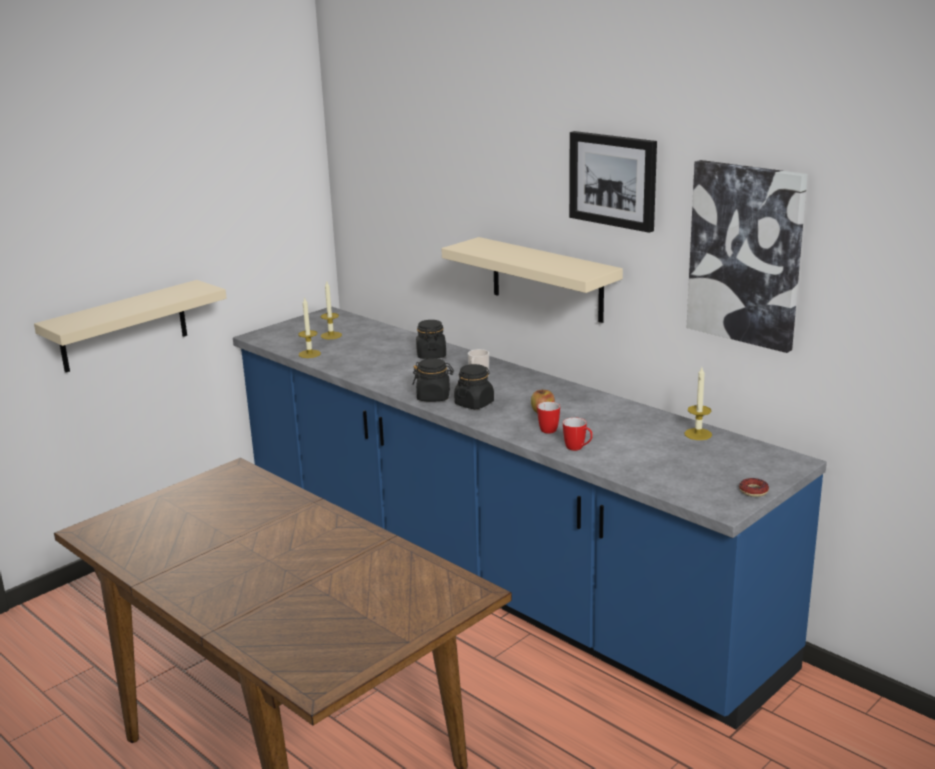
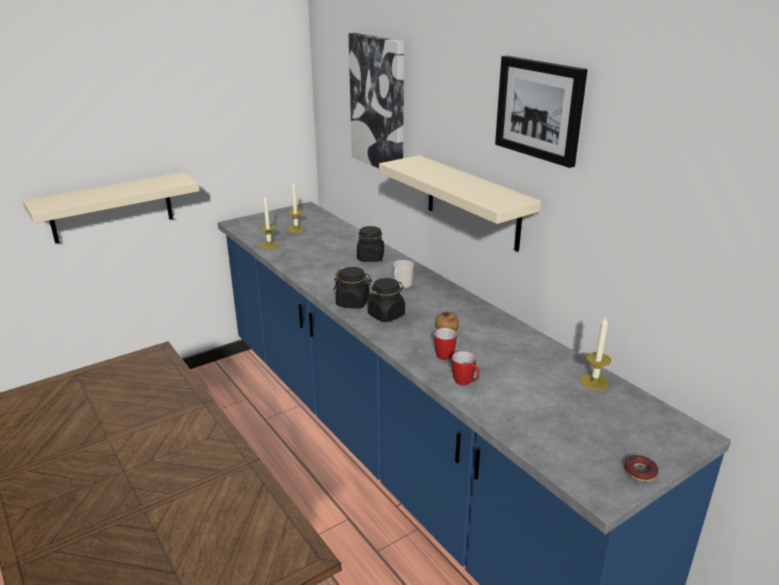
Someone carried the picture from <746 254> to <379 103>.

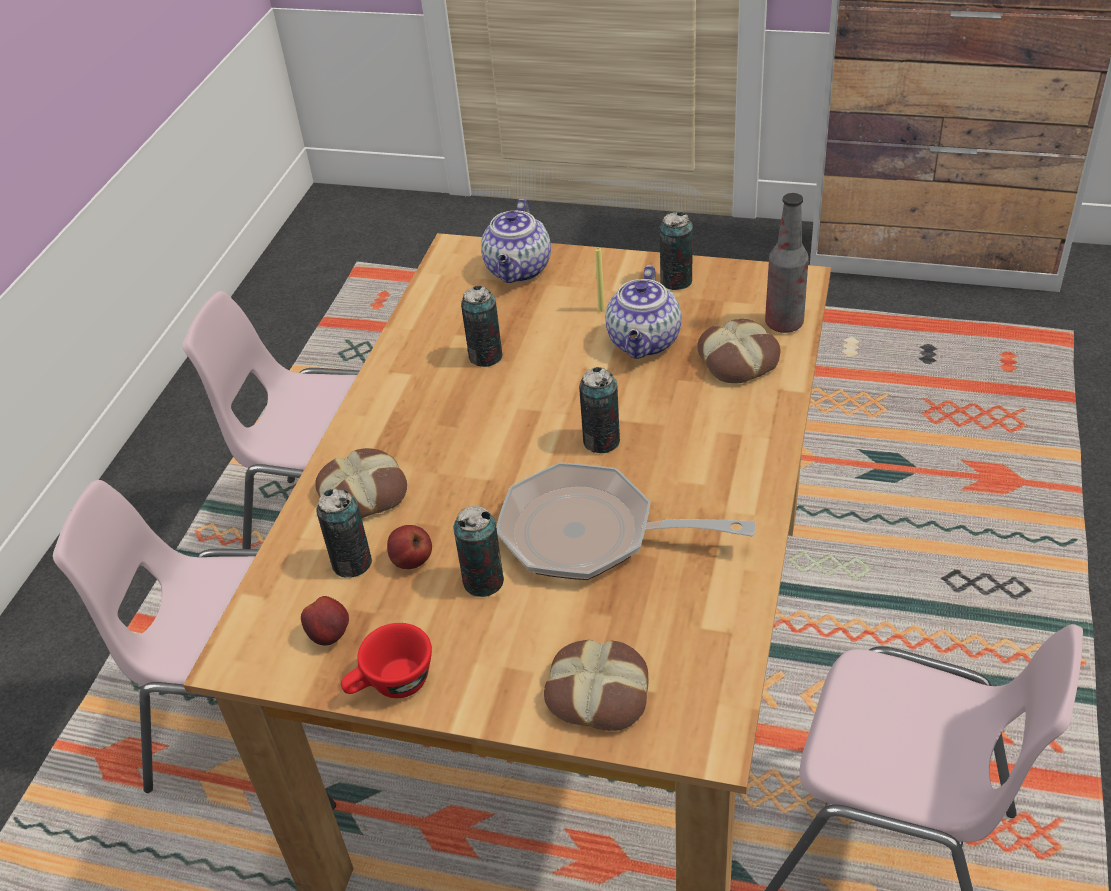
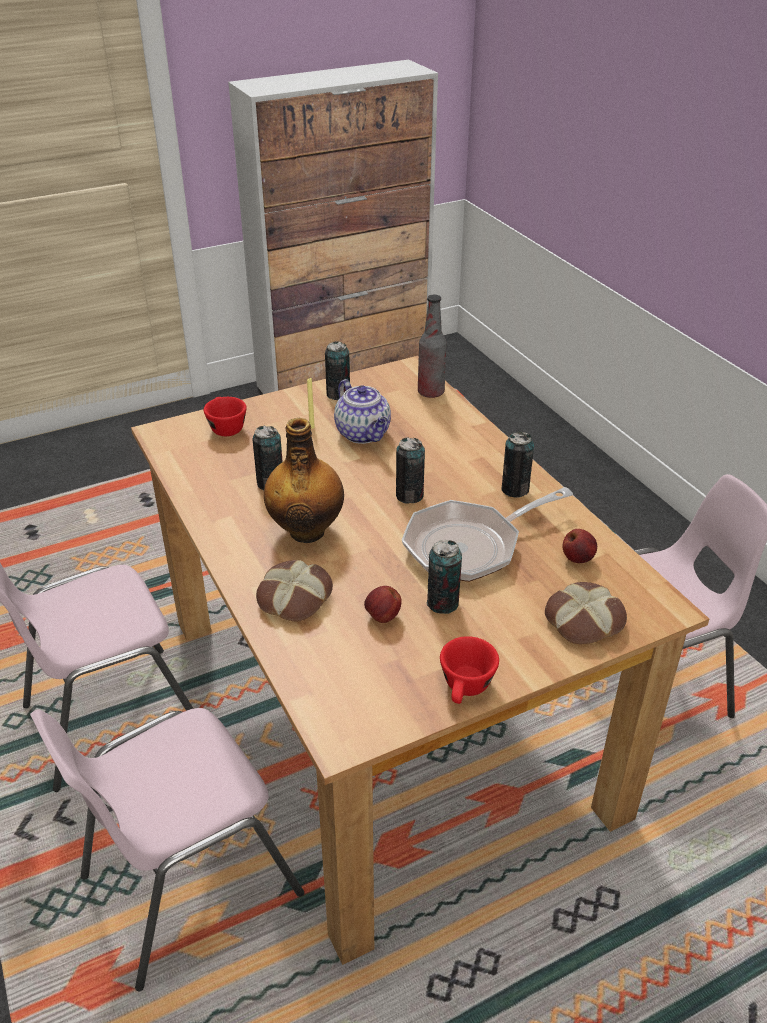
Someone swapped the teapot at <518 271> for the cup (red) at <225 427>.
Someone took away the bread at <739 359>.
Someone carried the can from <352 563> to <515 489>.
Someone carried the apple from <330 635> to <577 558>.
Someone put down the bottle at <307 530>.

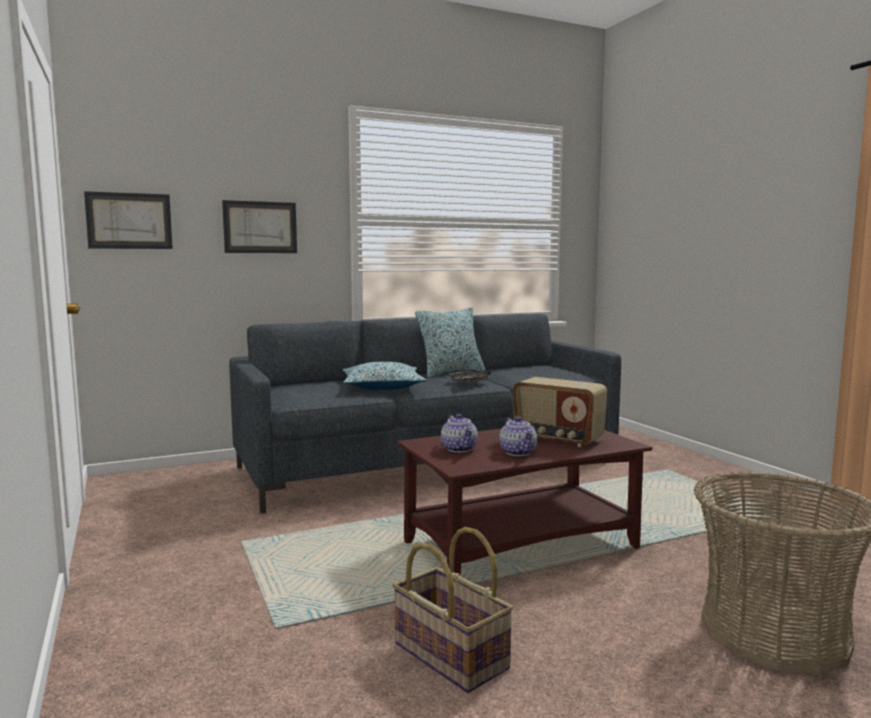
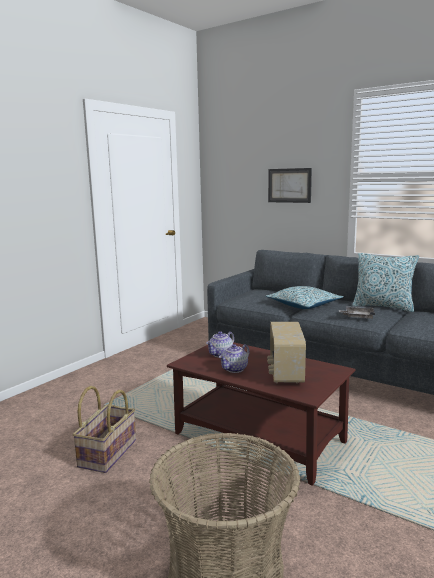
Someone took away the picture at <129 221>.

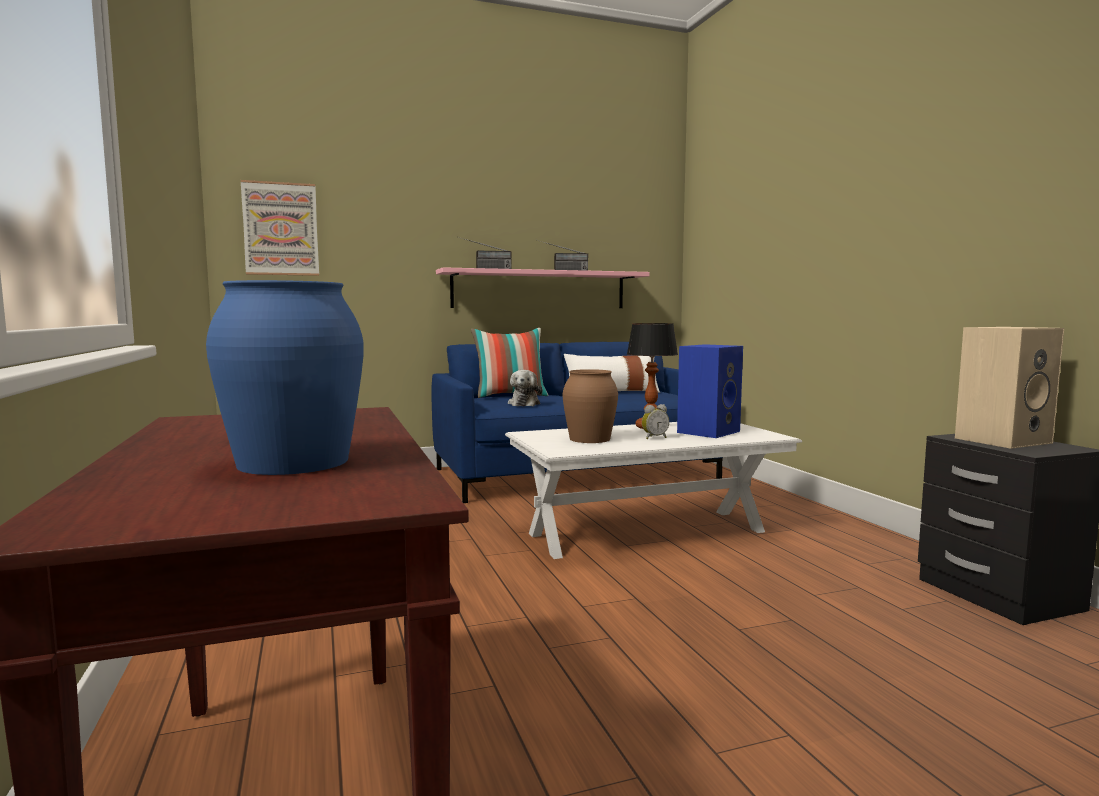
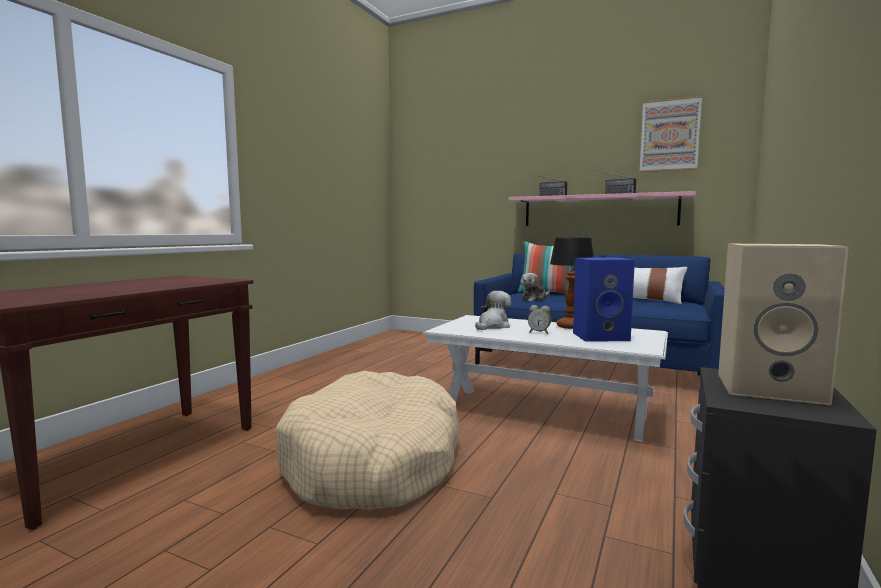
Someone carried the picture from <281 229> to <669 135>.
Someone took away the vase (blue) at <293 462>.
Someone swapped the vase (brown) at <589 439> for the plush toy at <492 326>.
Someone put down the dog bed (beige) at <374 461>.

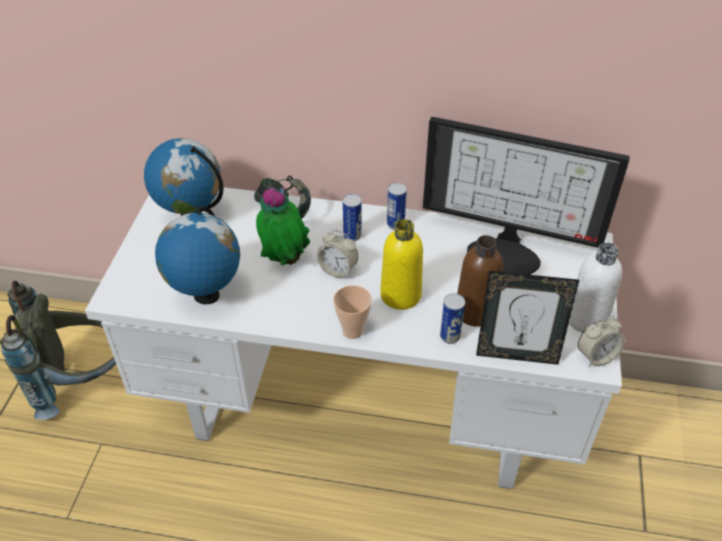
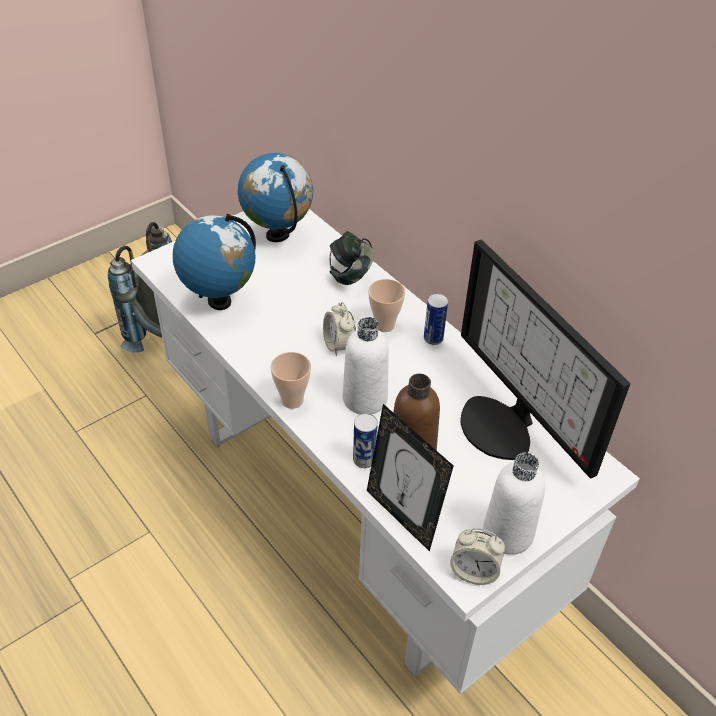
Someone took away the potted plant at <284 260>.
Someone swapped the can at <352 235> for the cup at <384 325>.
Someone repainted the bottle (yellow) at <400 295>, which became the bottle (white) at <365 399>.

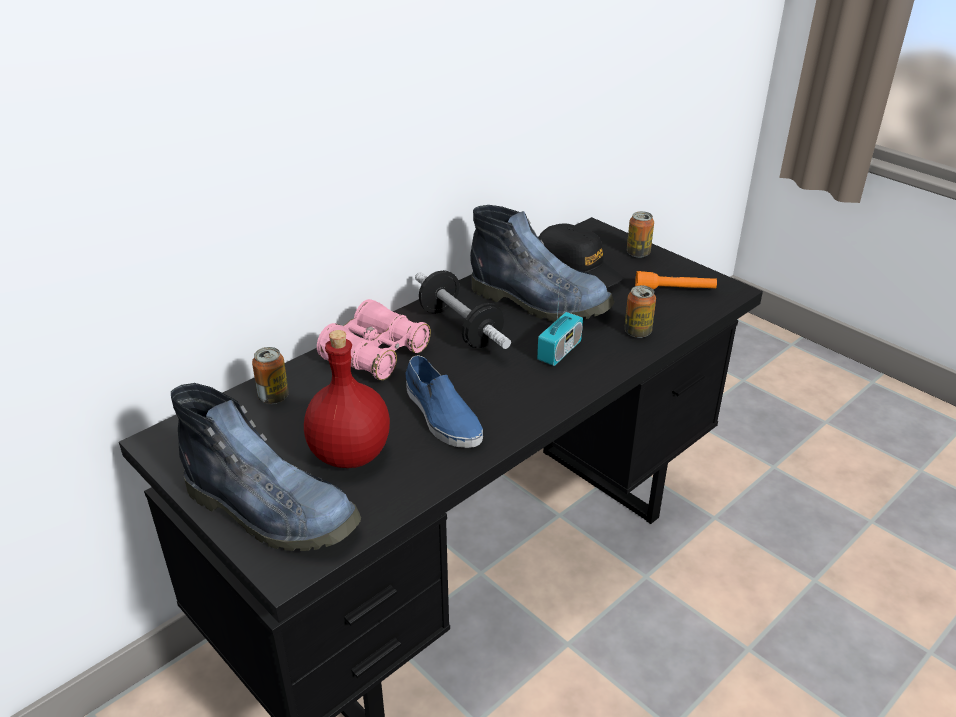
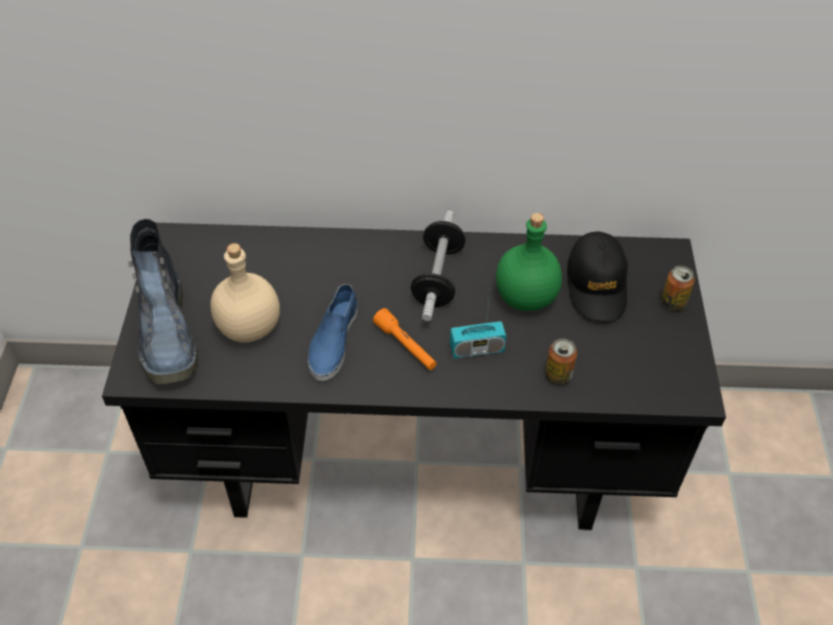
Someone swapped the boot at <542 302> for the bottle (green) at <526 296>.
Someone carried the flashlight (orange) from <674 290> to <405 346>.
Someone took away the binoculars (pink) at <375 354>.
Someone repainted the bottle (red) at <351 453>, which became the bottle (beige) at <250 327>.
Someone took away the can at <273 397>.

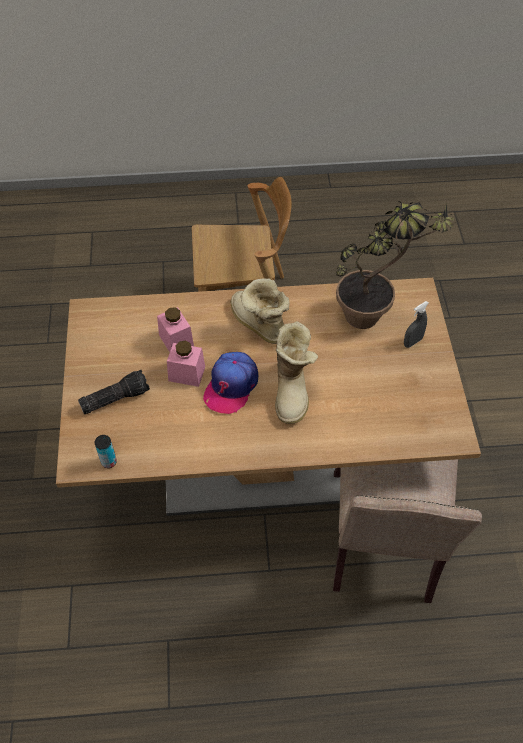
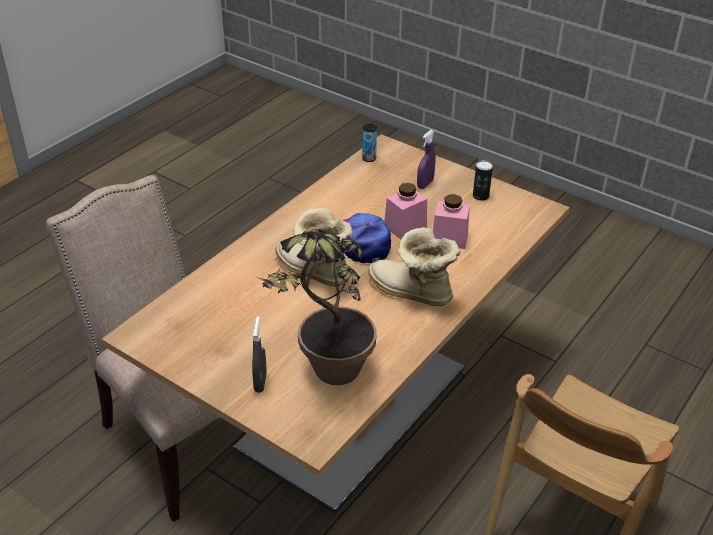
Someone rotated the boot at <258 325> by 150 degrees counterclockwise.
Someone swapped the flashlight at <115 397> for the spray bottle (purple) at <425 184>.
Someone put down the can at <480 196>.

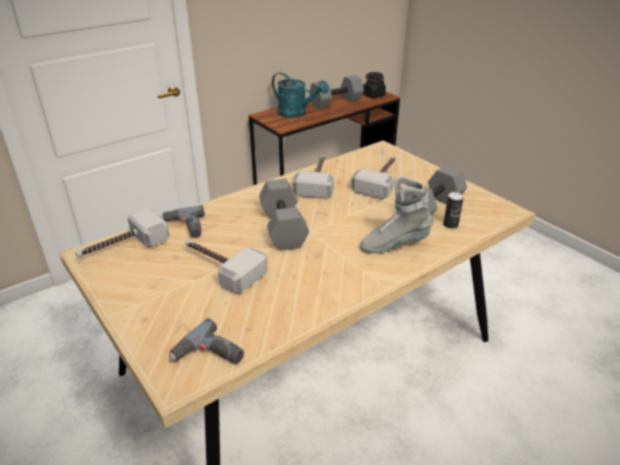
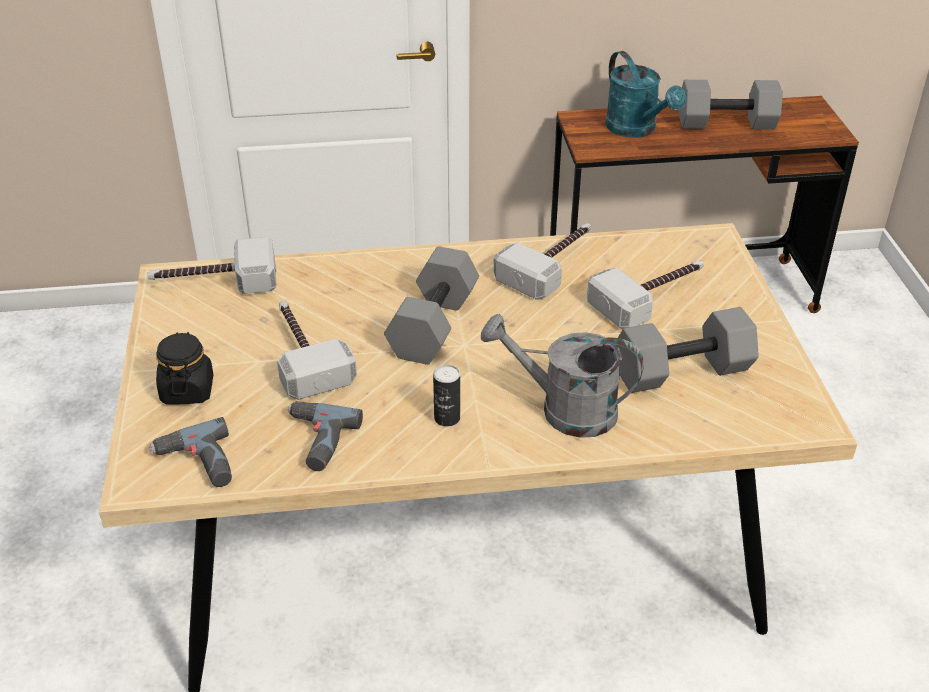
Someone carried the jar (black) from <373 95> to <187 390>.
Someone swapped the boot (grey) at <394 245> for the watering can (grey) at <564 410>.
Someone carried the can from <450 225> to <447 418>.
Someone carried the power drill from <185 227> to <315 441>.

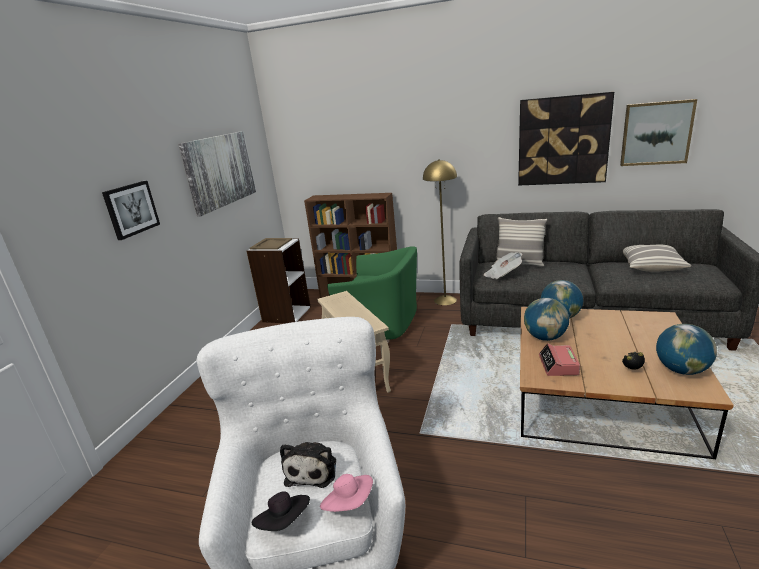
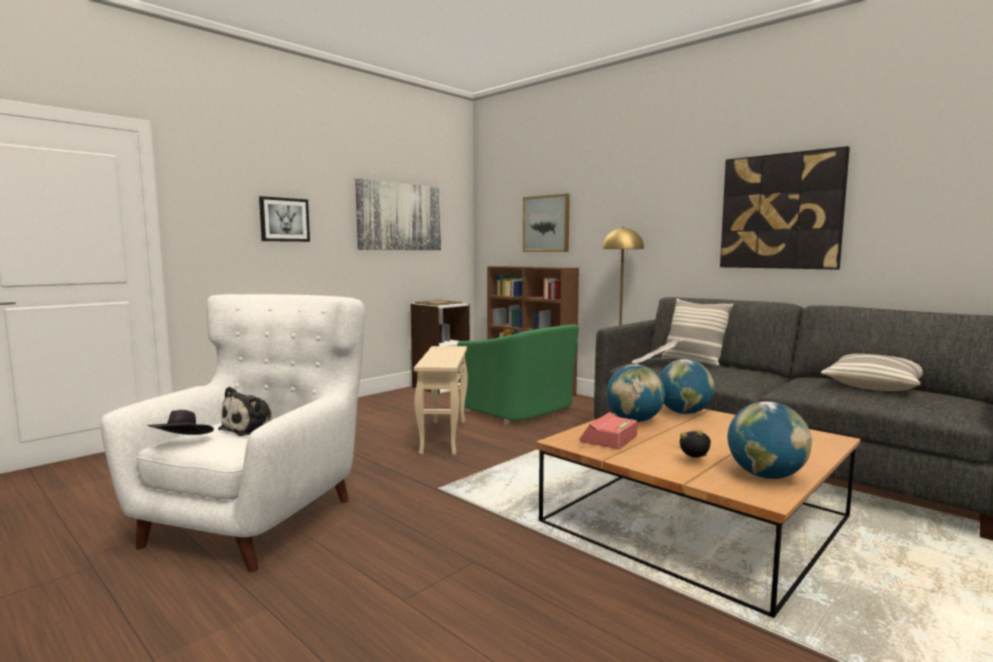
Someone carried the picture from <656 133> to <546 224>.
Someone took away the hat (pink) at <349 504>.

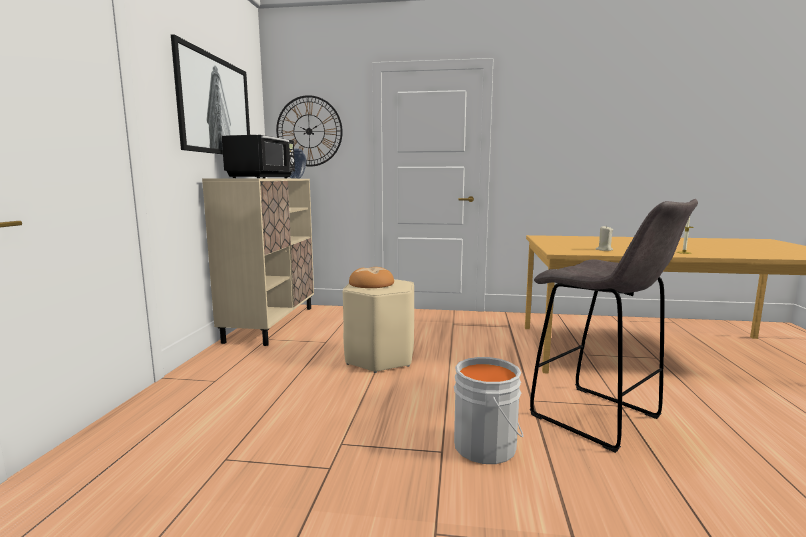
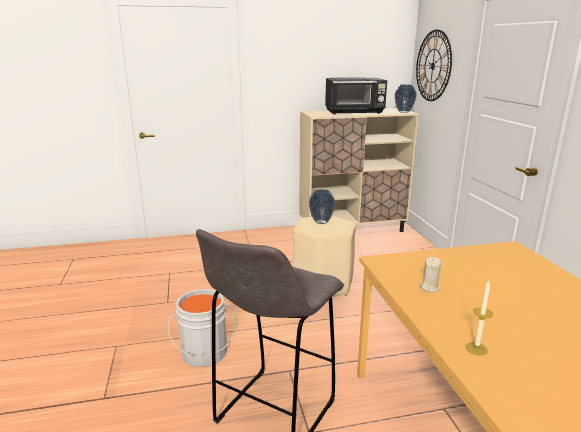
Someone took away the picture at <214 106>.
Someone swapped the bread at <371 284> for the vase at <321 222>.

